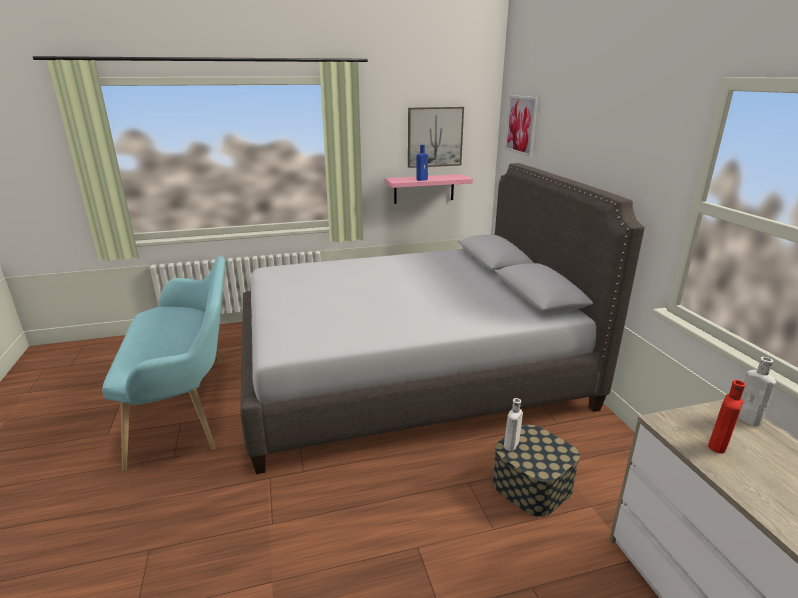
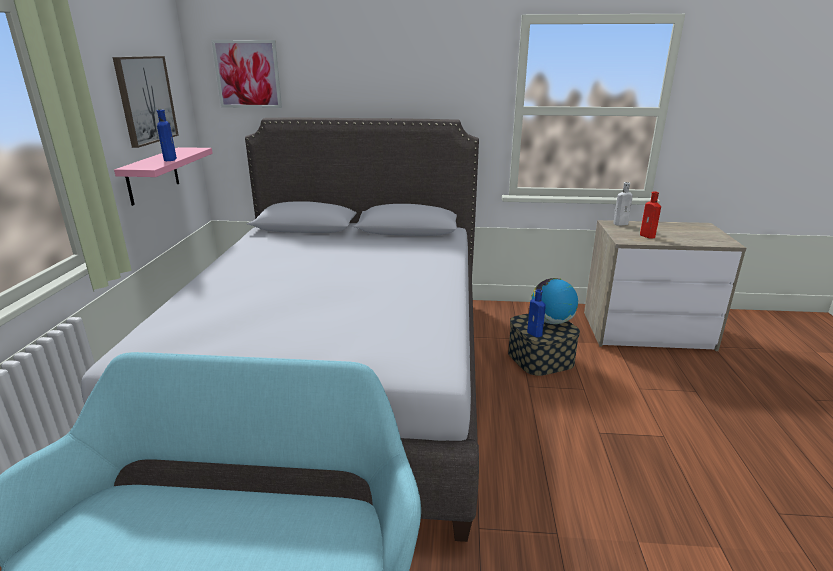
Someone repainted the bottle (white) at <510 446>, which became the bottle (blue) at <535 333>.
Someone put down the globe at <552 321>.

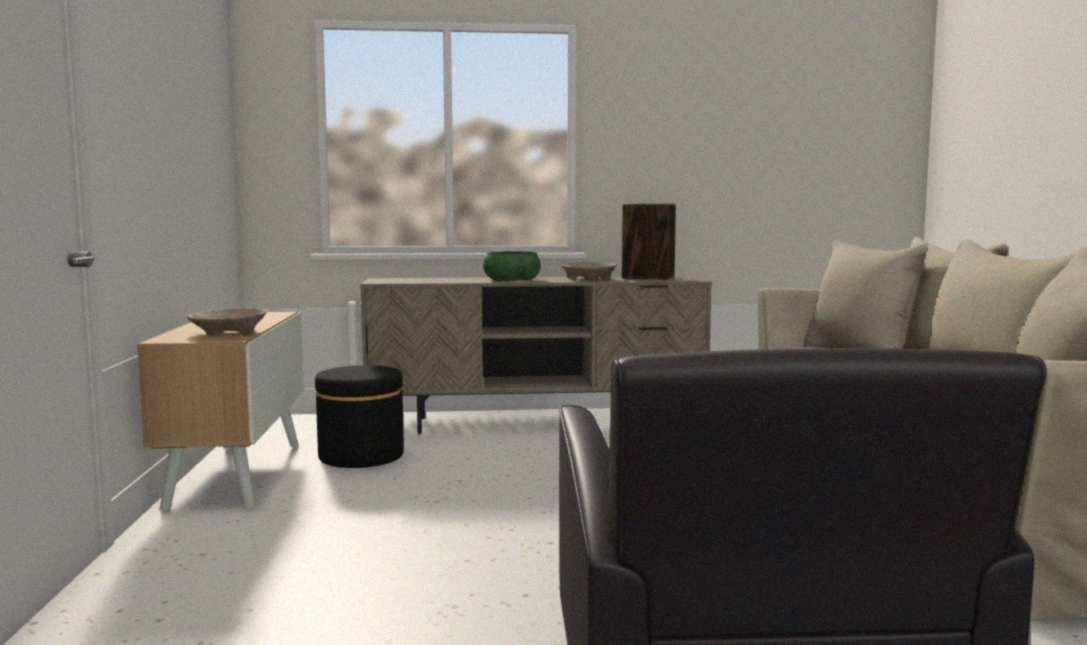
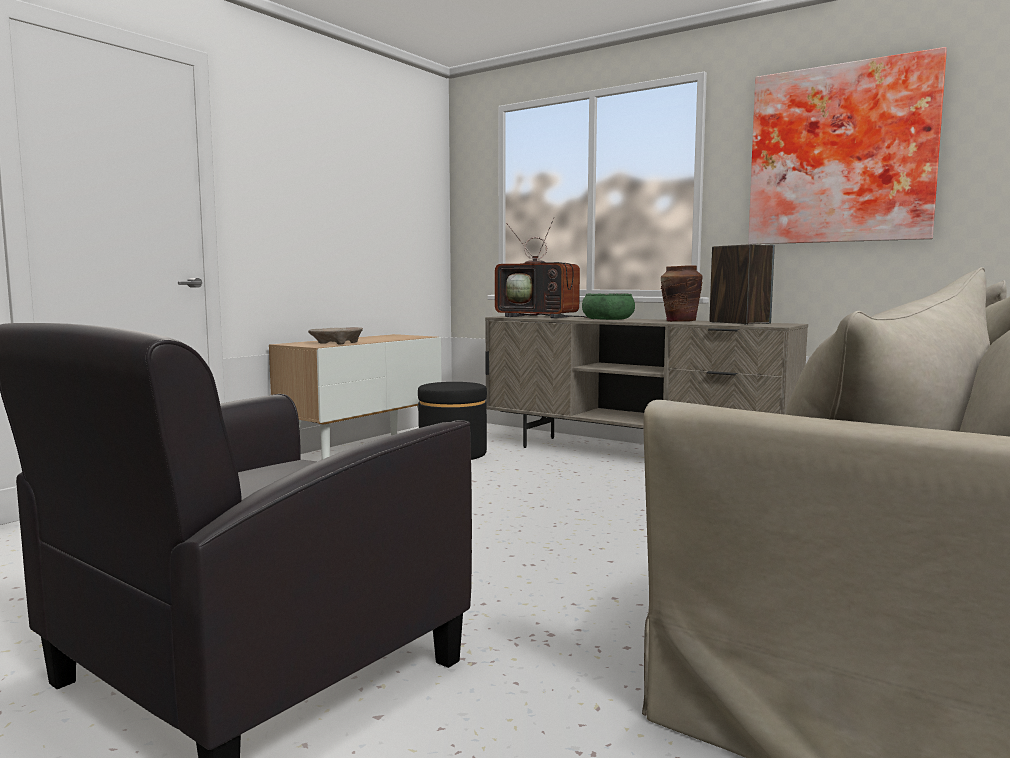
Someone swapped the bowl (beige) at <589 279> for the vase (brown) at <680 321>.
Someone put up the picture at <841 155>.
Someone put down the television at <540 317>.

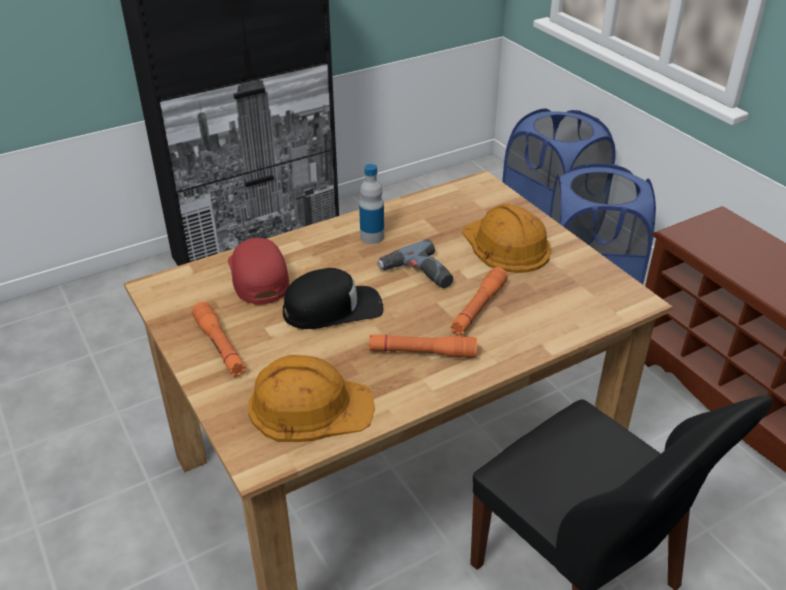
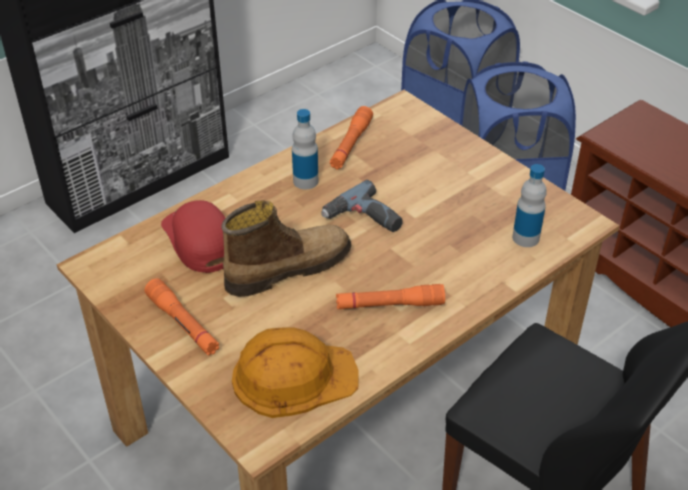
Someone took away the hard hat (orange) at <506 245>.
Someone carried the flashlight (orange) from <478 308> to <351 144>.
Someone swapped the cap (black) at <333 309> for the boot at <287 268>.
Someone put down the bottle at <525 238>.

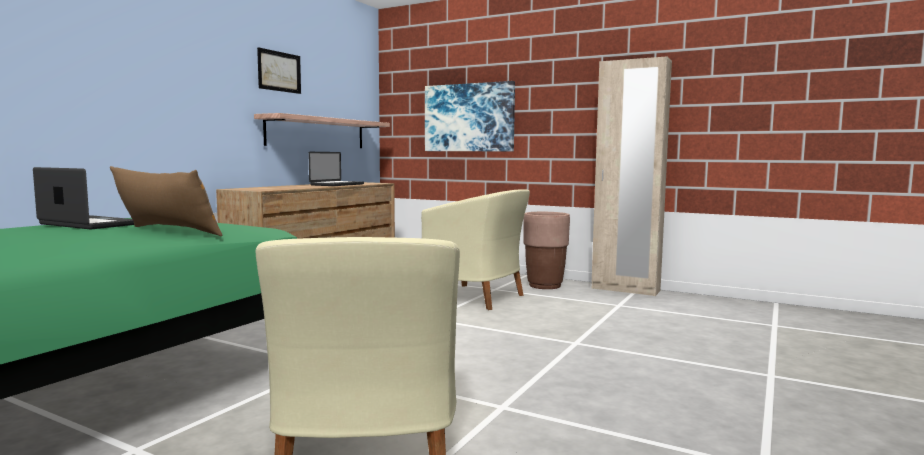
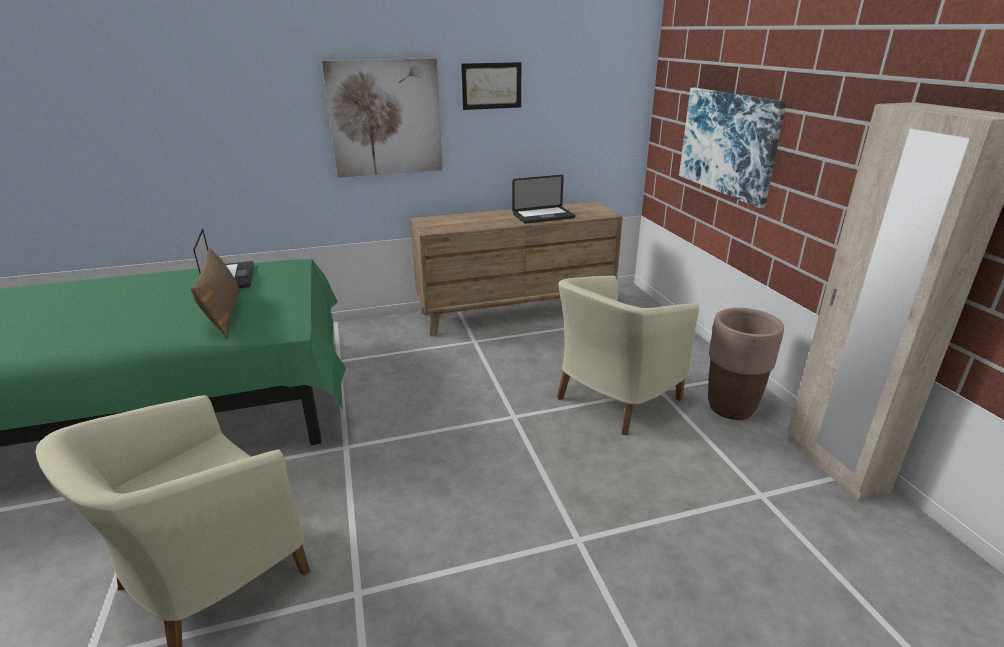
Someone took away the shelf at <317 133>.
Someone rotated the armchair (beige) at <477 297> by 60 degrees clockwise.
Someone put up the picture at <385 118>.

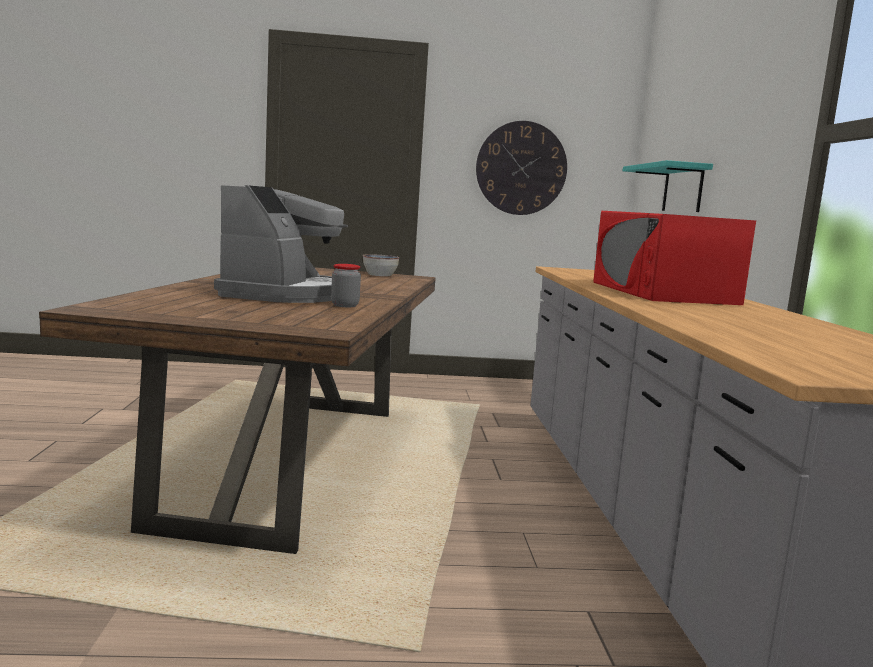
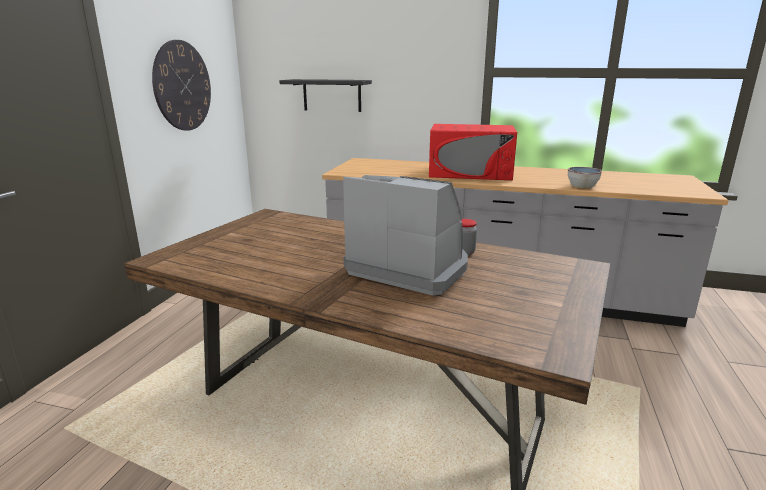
Someone repainted the shelf (turquoise) at <682 189>, which became the shelf (black) at <332 95>.
Someone carried the bowl from <379 275> to <582 186>.

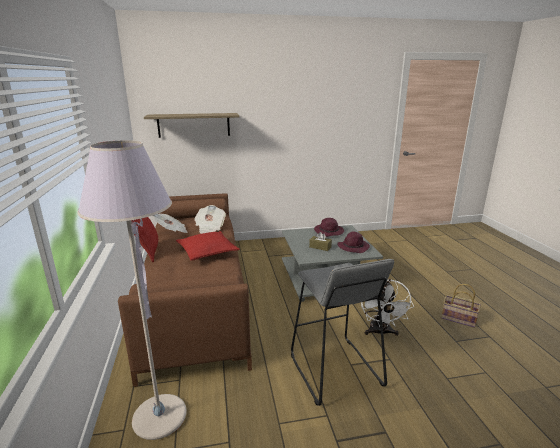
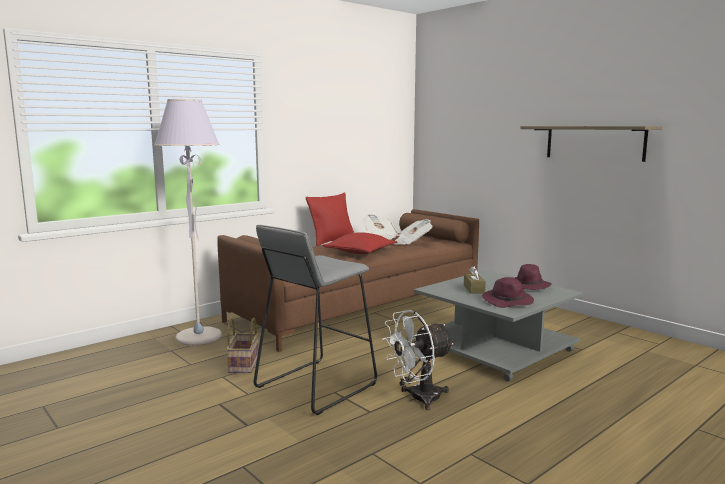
Someone carried the shelf from <194 125> to <594 142>.
Someone carried the basket from <457 319> to <243 364>.

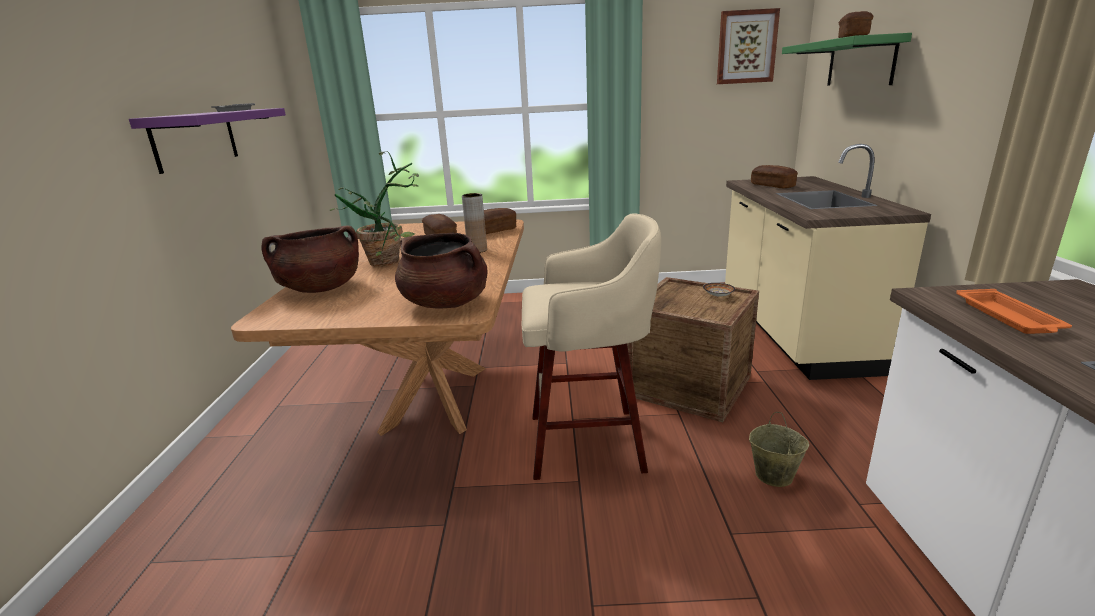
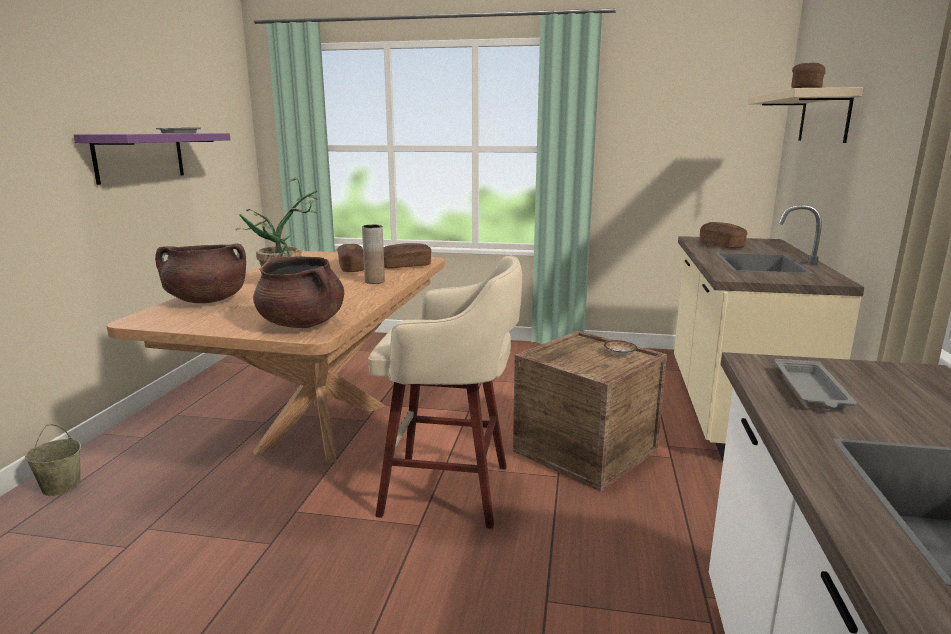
Someone took away the picture at <746 47>.
Someone repainted the shelf (green) at <860 62>, which became the shelf (beige) at <824 117>.
Someone repainted the tray (orange) at <1008 317>, which became the tray (grey) at <811 391>.
Someone carried the bucket (beige) from <773 475> to <60 486>.

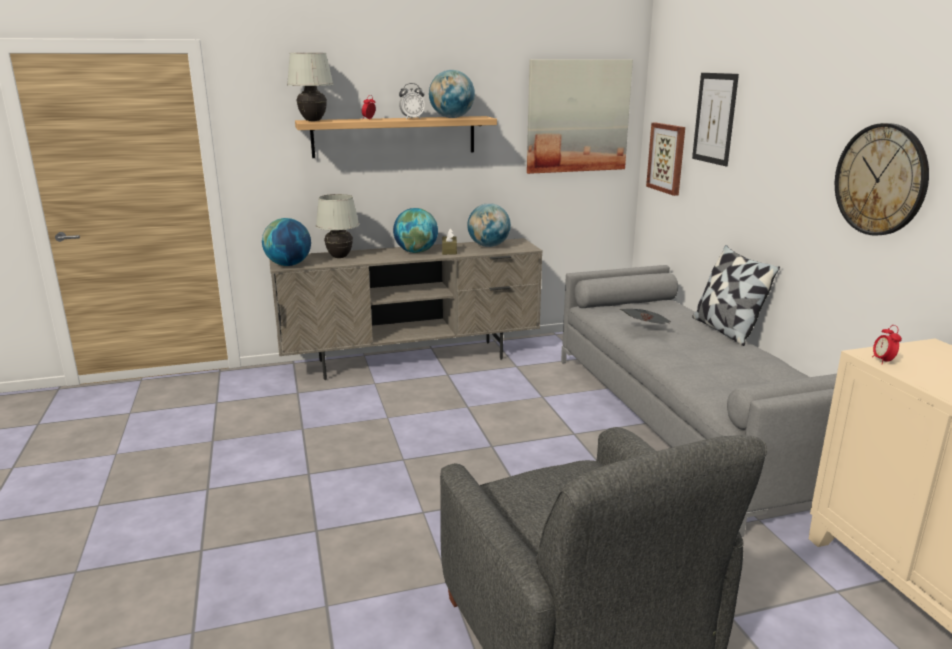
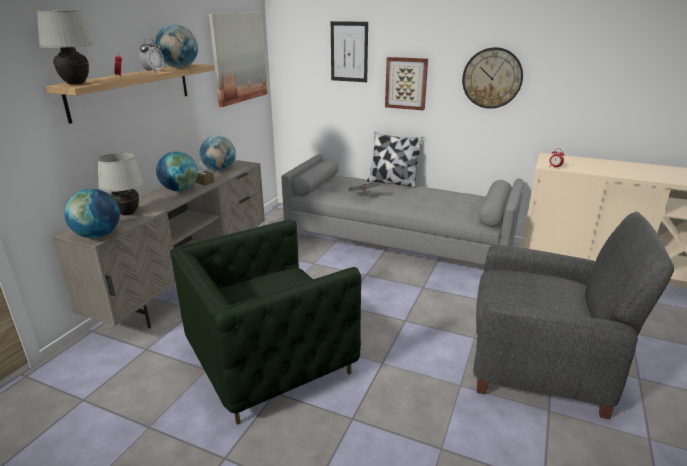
Someone carried the picture from <667 158> to <406 83>.
Someone put down the armchair (green) at <269 360>.

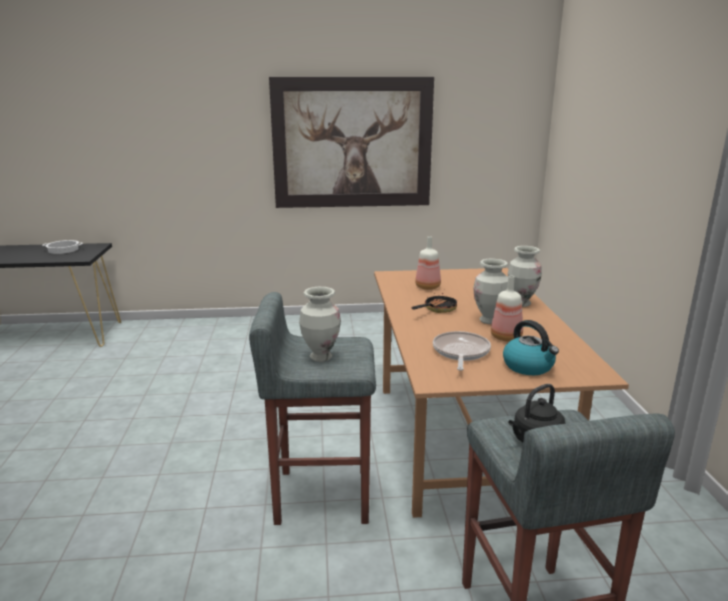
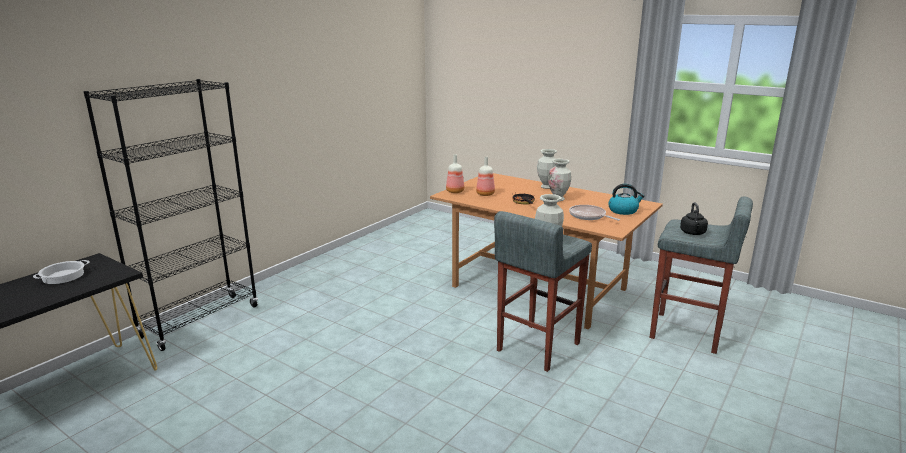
Someone took away the picture at <352 143>.
Someone carried the bottle from <506 337> to <455 191>.
Someone put down the bookcase (black) at <200 321>.

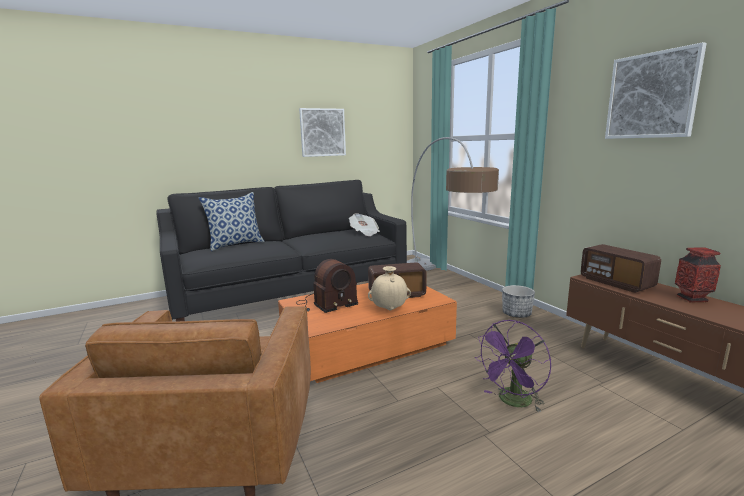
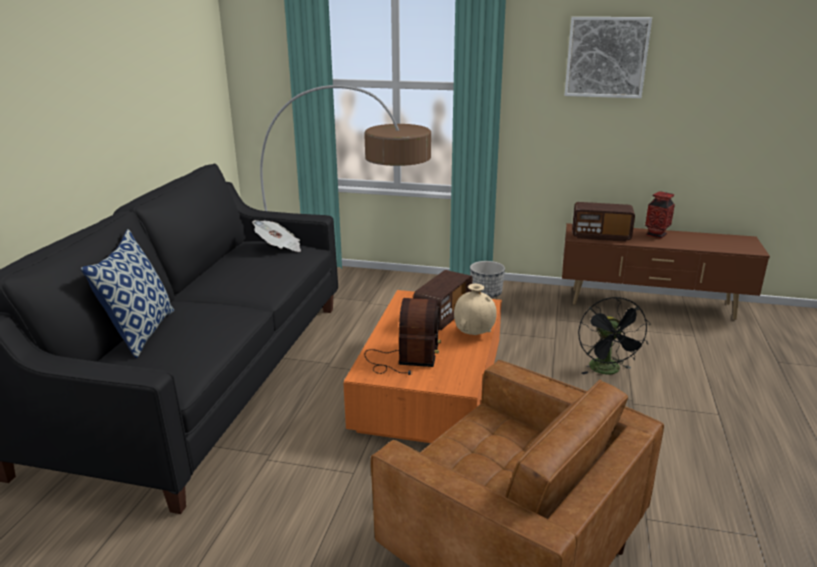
Someone took away the picture at <322 132>.
Someone repainted the fan (purple) at <512 402>, which became the fan (black) at <608 371>.

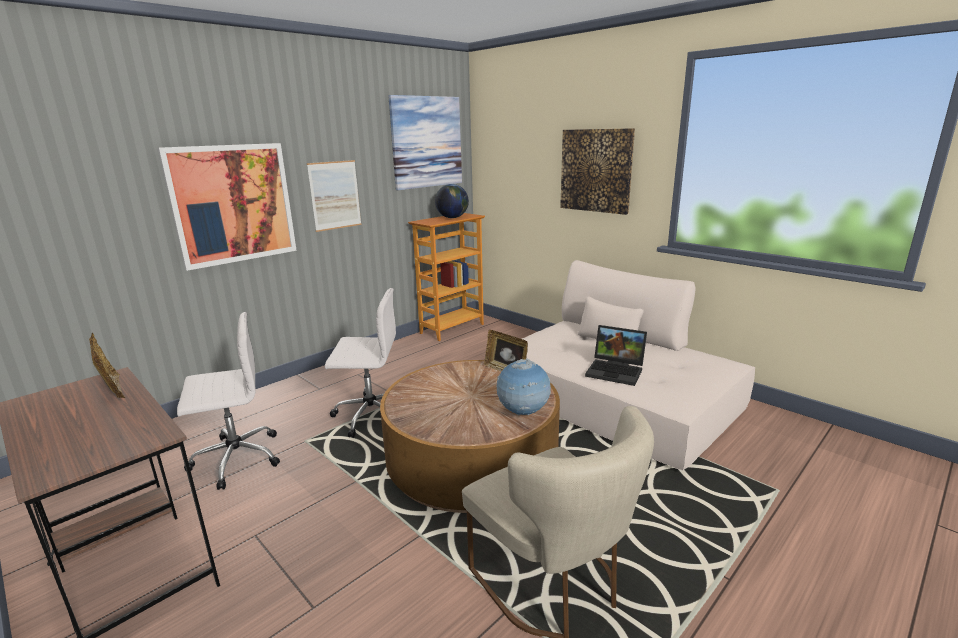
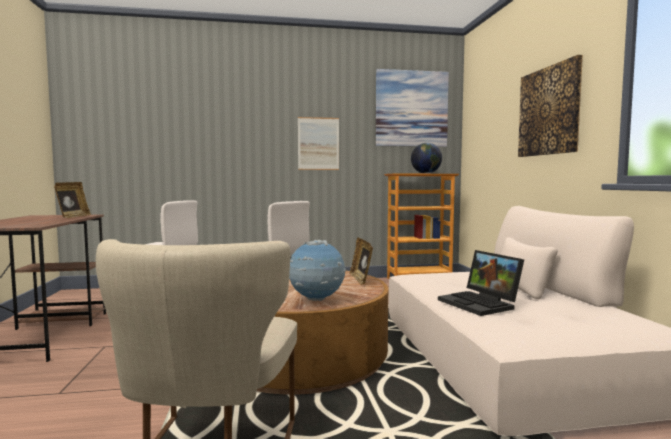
Someone took away the picture at <233 204>.

